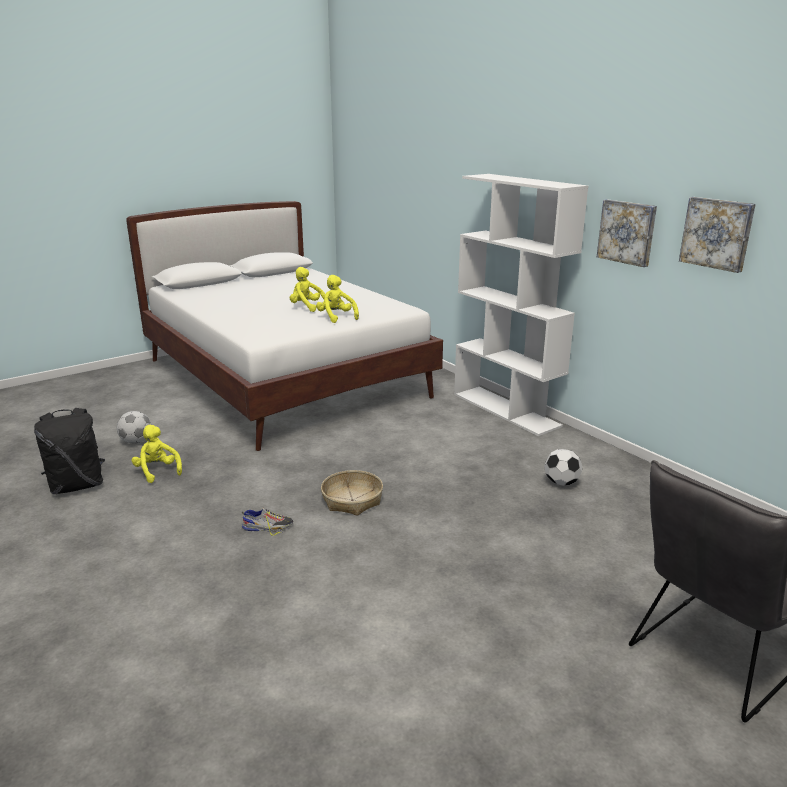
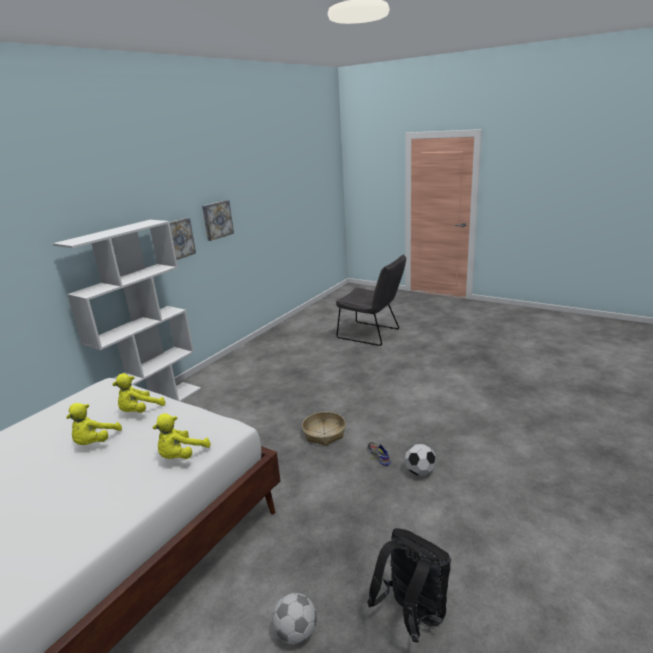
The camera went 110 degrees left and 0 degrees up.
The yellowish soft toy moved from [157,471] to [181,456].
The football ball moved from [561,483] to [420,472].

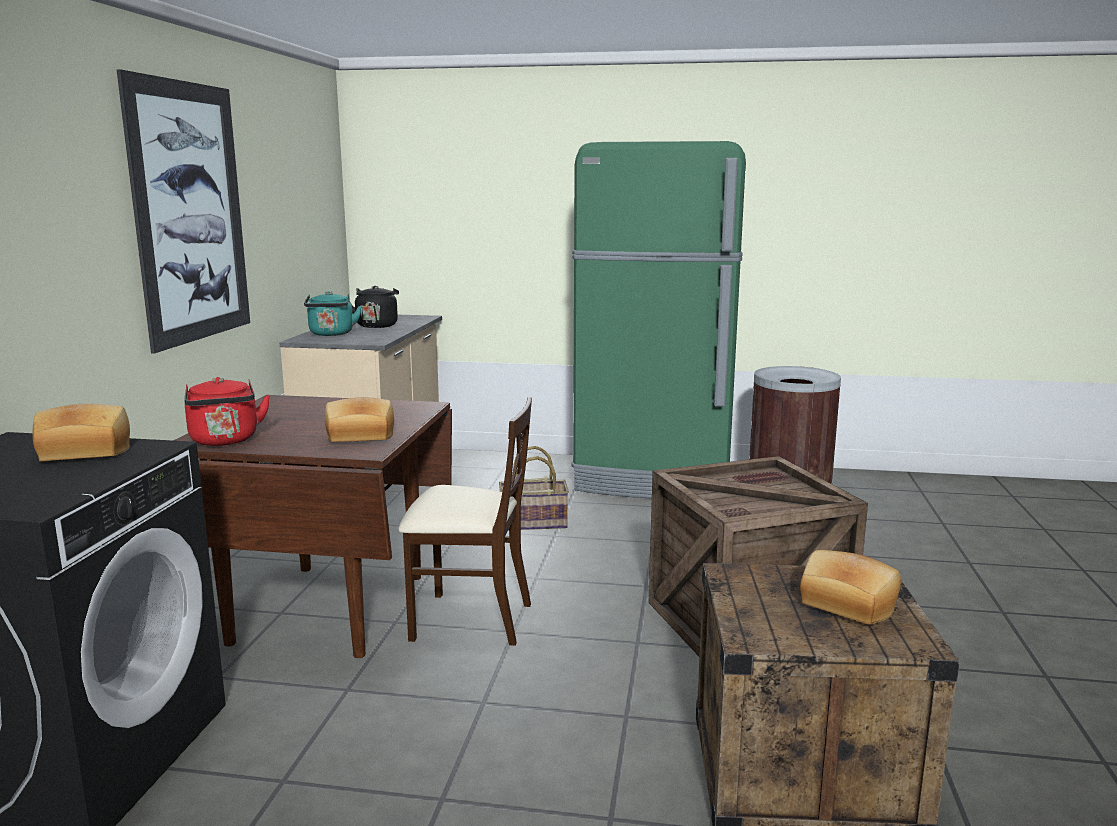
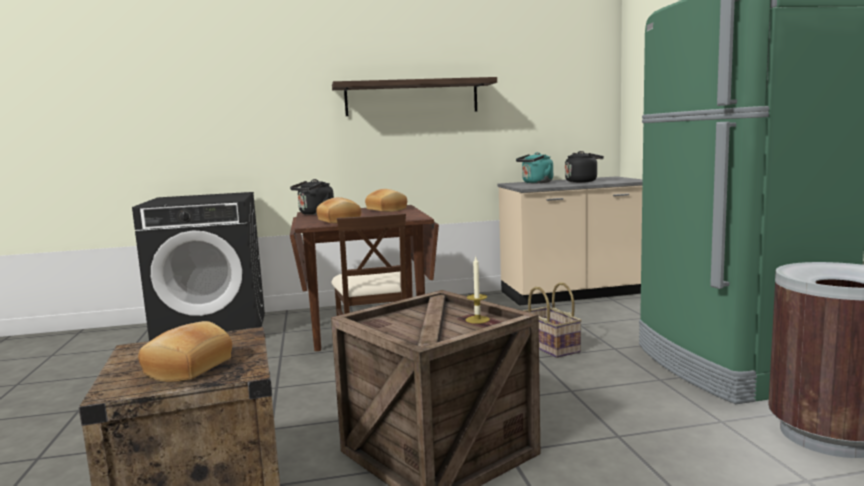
The camera went 70 degrees right and 5 degrees down.
The wall picture at [190,213] was replaced by the shelf at [411,98].
The red-coloured water kettle at [225,441] became the black-coloured water kettle at [315,214].
The baked bread moved from [86,451] to [387,210].
The wax candle at [477,319] appeared.

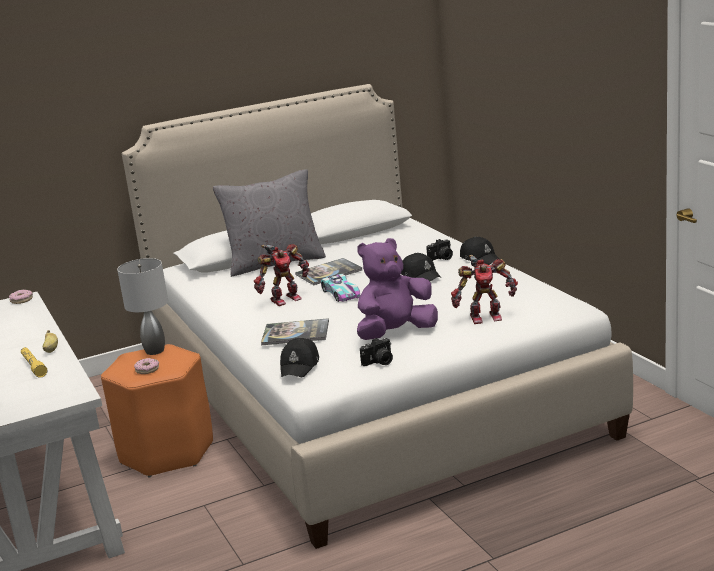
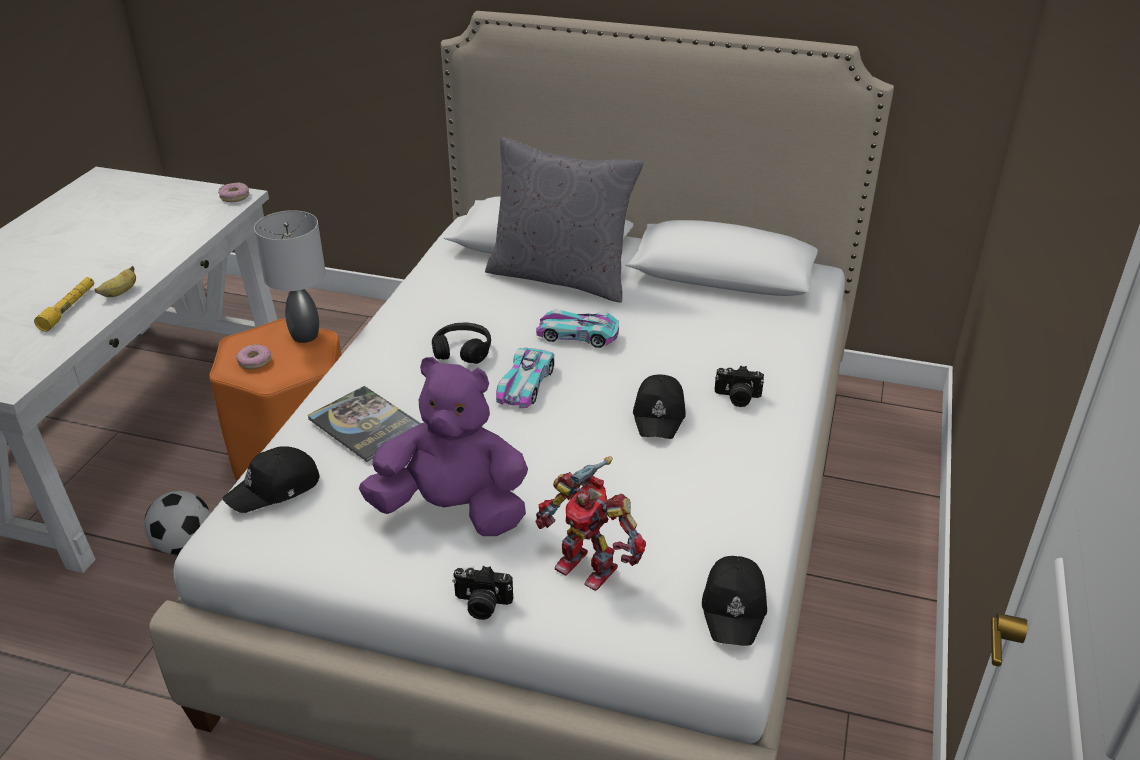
The camera went 40 degrees right and 15 degrees up.
The black-coloured cap moved from [480,258] to [735,607].
The model robot at [284,299] was replaced by the black-coloured headphones at [462,351].
The bound book at [329,273] was replaced by the model car at [577,335].
The photo camera moved from [379,362] to [481,605].
The football ball at [184,545] appeared.

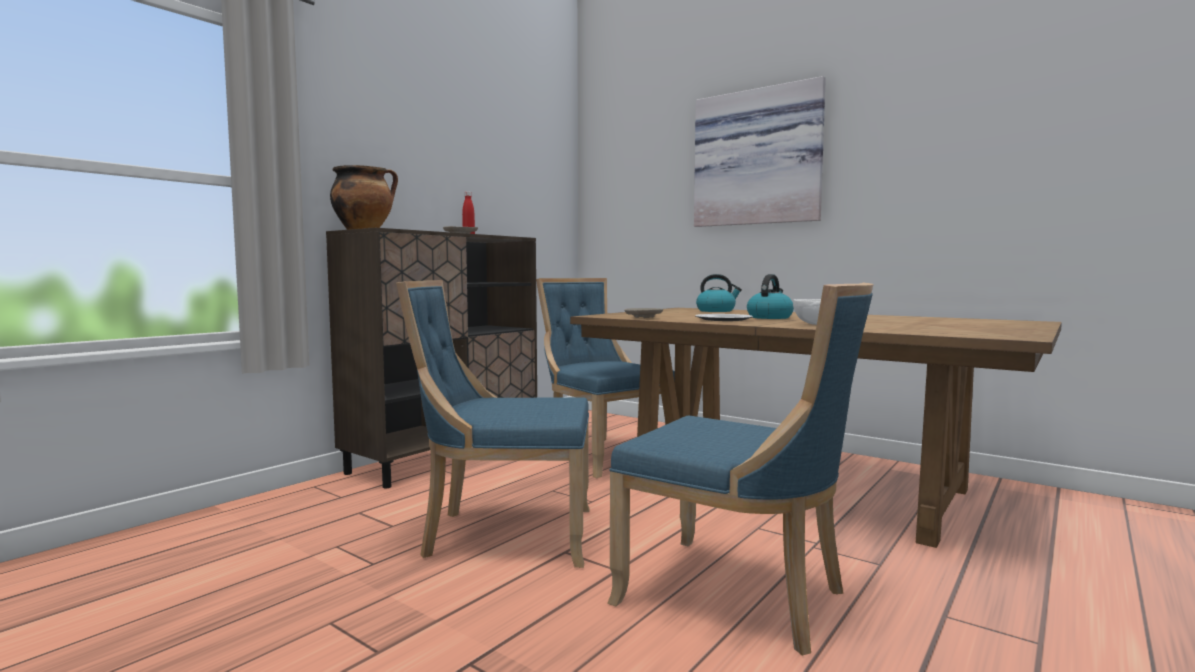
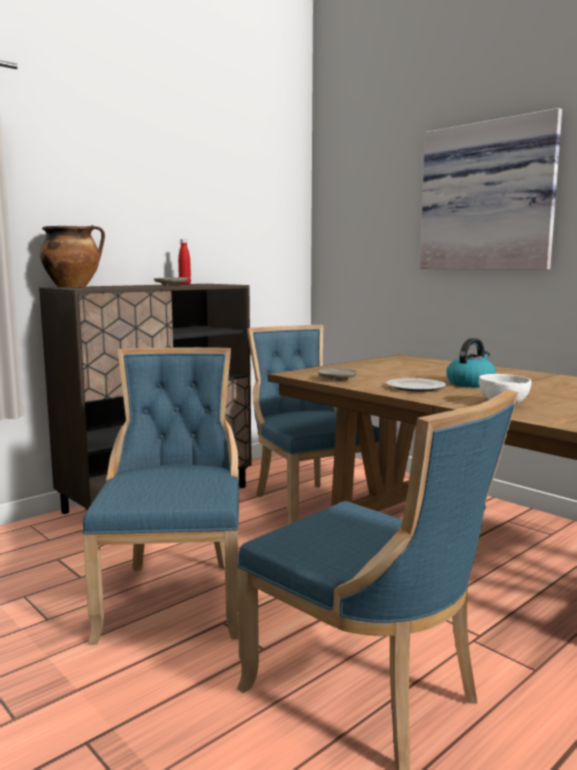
The camera went 10 degrees right and 5 degrees up.
The water kettle at [716,311] disappeared.
The blue-coloured chair at [503,535] turned 75 degrees clockwise.

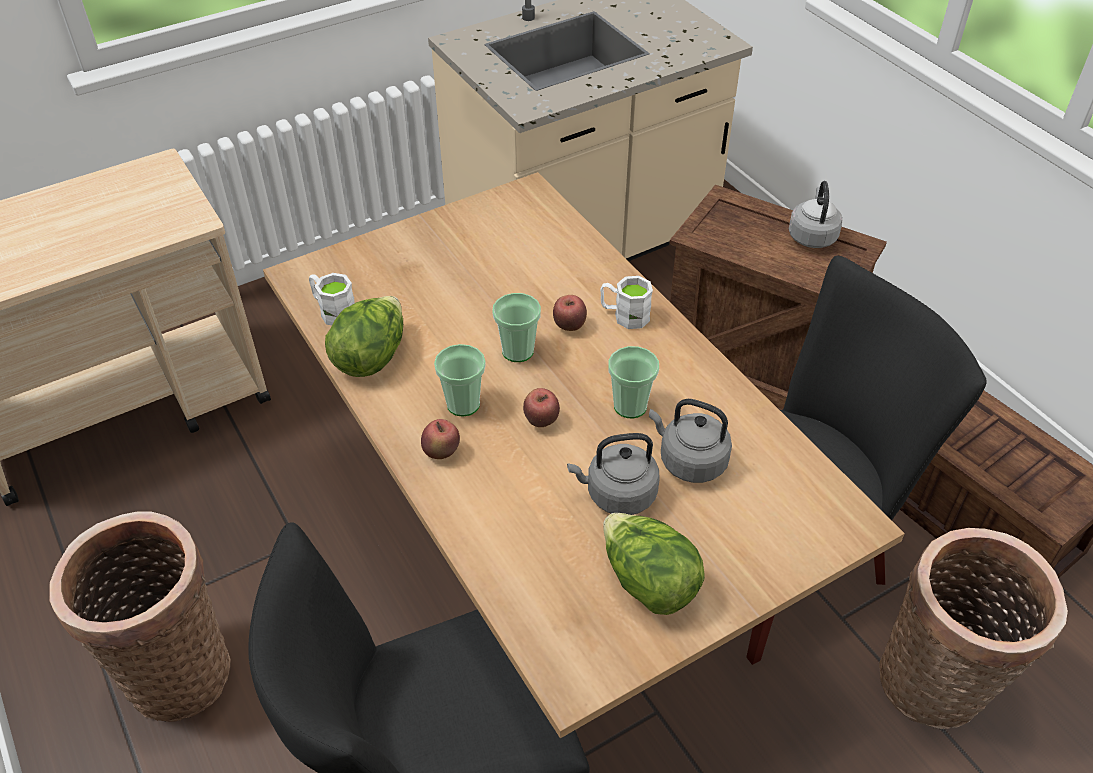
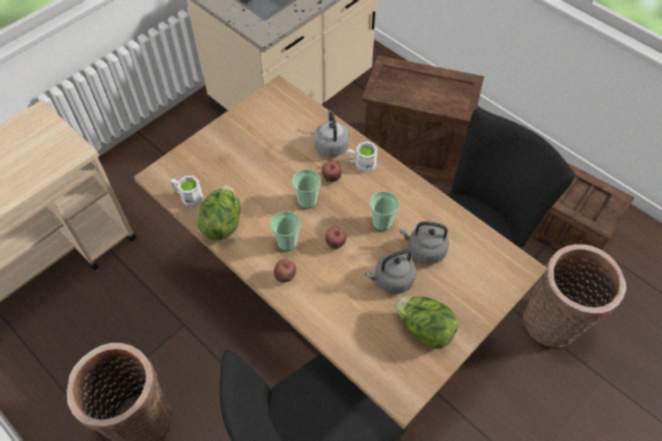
The camera went 15 degrees left and 10 degrees up.
The greyish water kettle moved from [812,235] to [331,144].

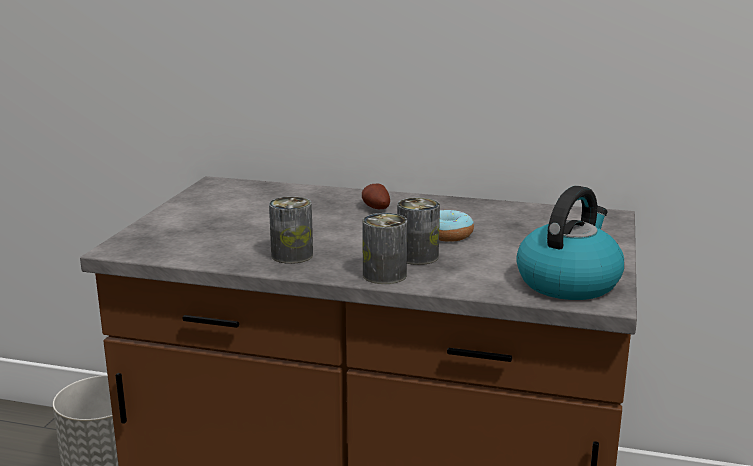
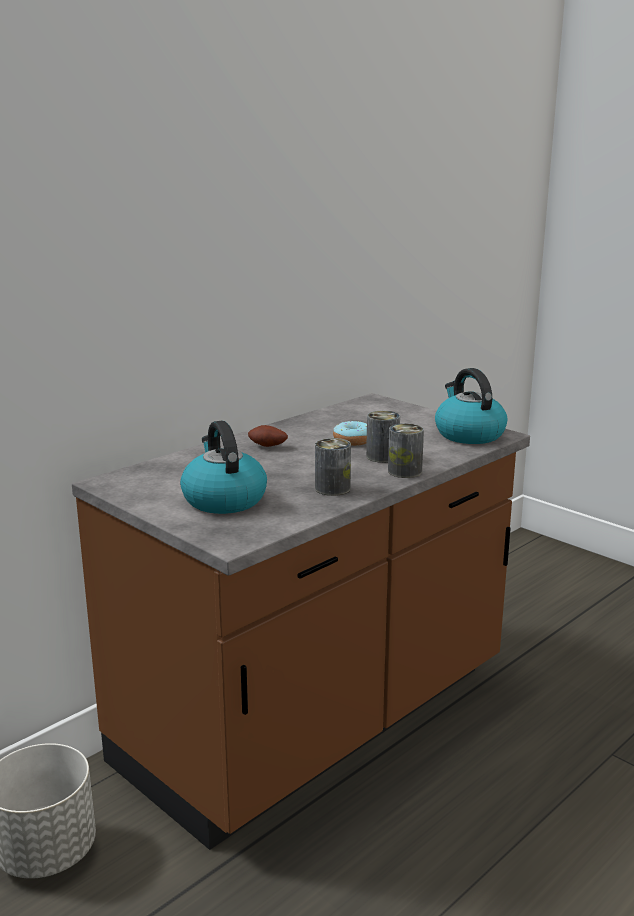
The camera went 60 degrees left and 0 degrees up.
The water kettle at [223,499] appeared.

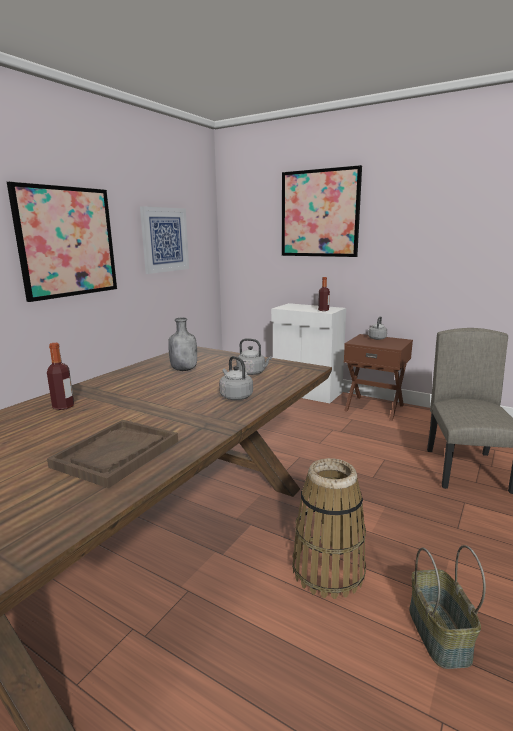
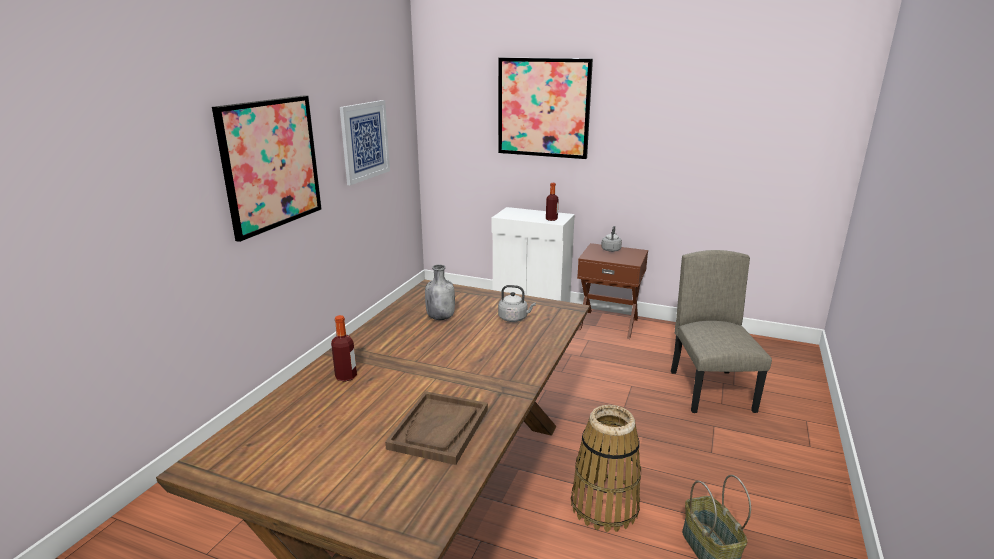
The camera went 10 degrees left and 5 degrees up.
The greyish water kettle at [235,396] disappeared.

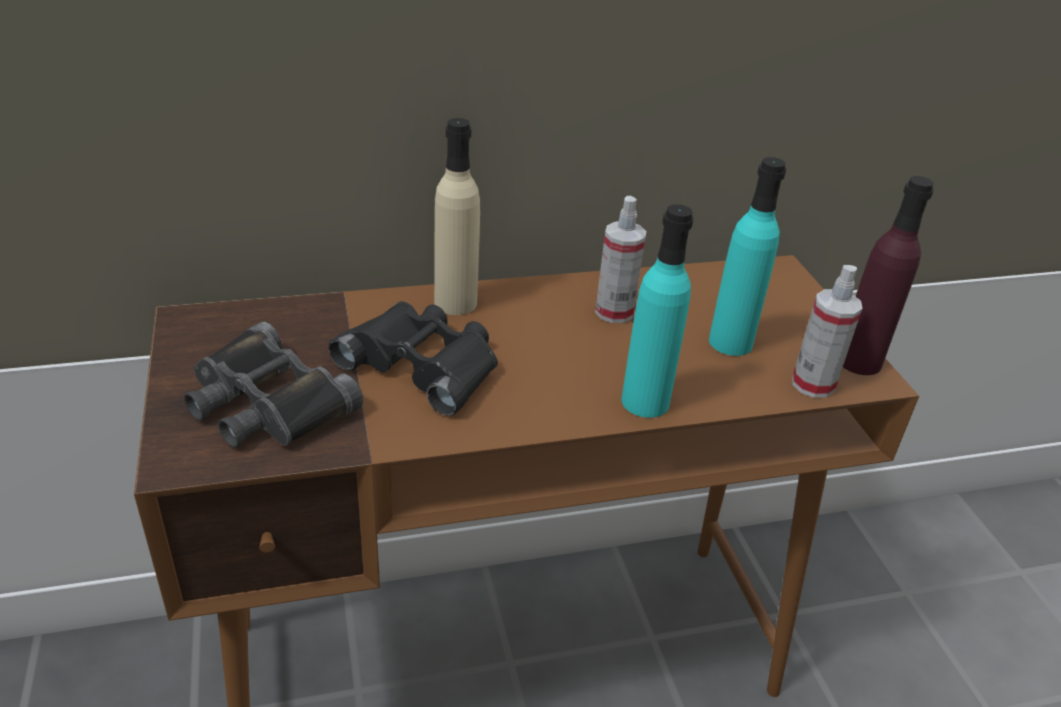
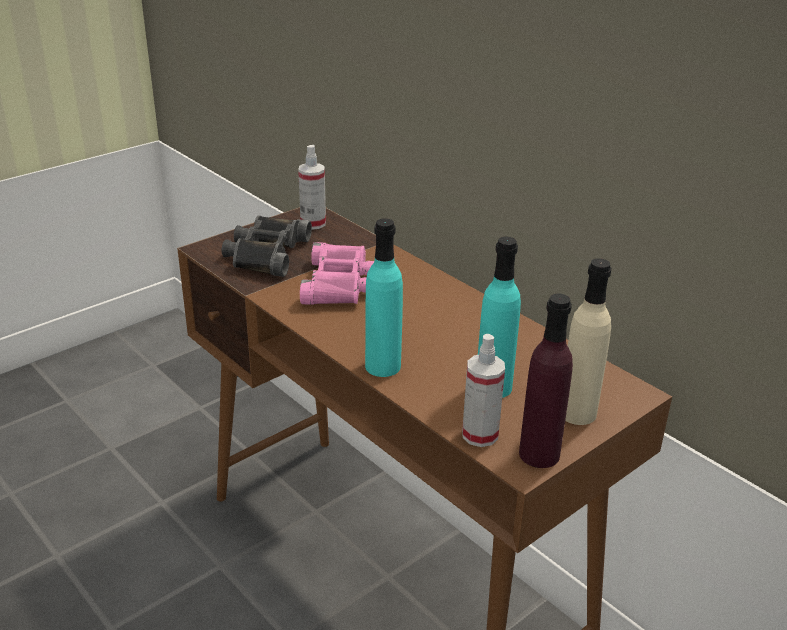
The camera went 65 degrees right and 5 degrees down.
The beige-coloured bottle moved from [455,303] to [577,413].
The sprayer moved from [614,312] to [313,223].
The black-coloured pair of binoculars at [423,364] became the pinkish pair of binoculars at [342,284].

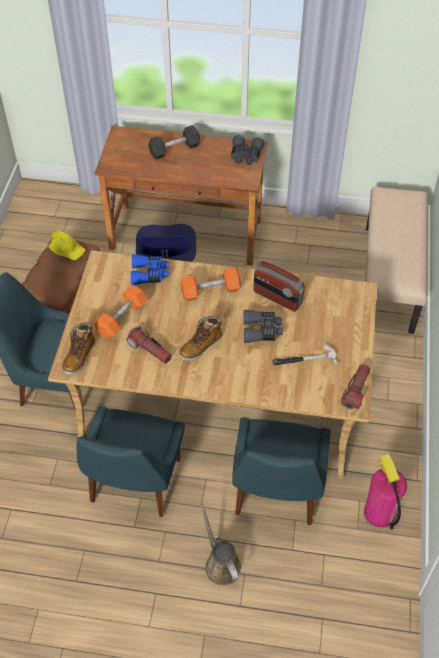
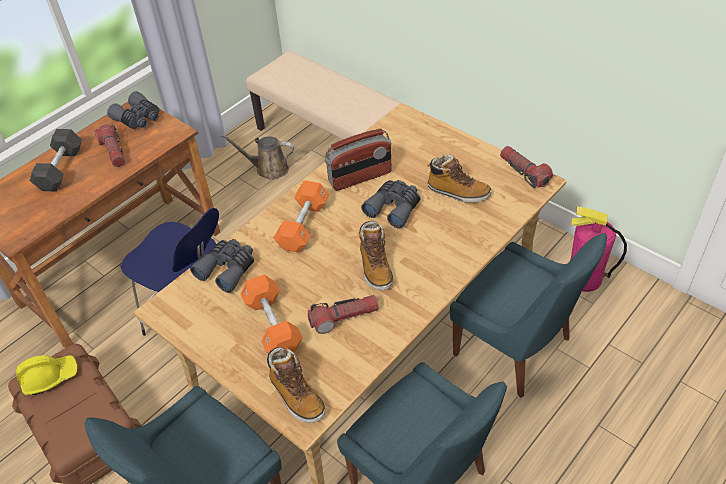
The camera went 55 degrees left and 5 degrees down.
The blue-coloured pair of binoculars at [149,274] became the greyish pair of binoculars at [228,269].
The hand hammer at [304,359] was replaced by the tall boot at [458,192].
The brownish watering pot moved from [221,564] to [269,168].
The flashlight at [113,151] appeared.

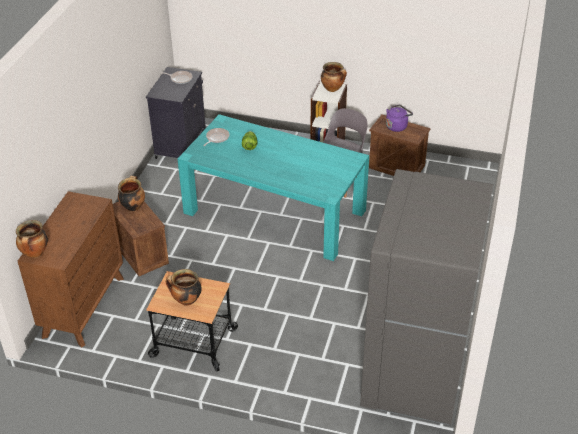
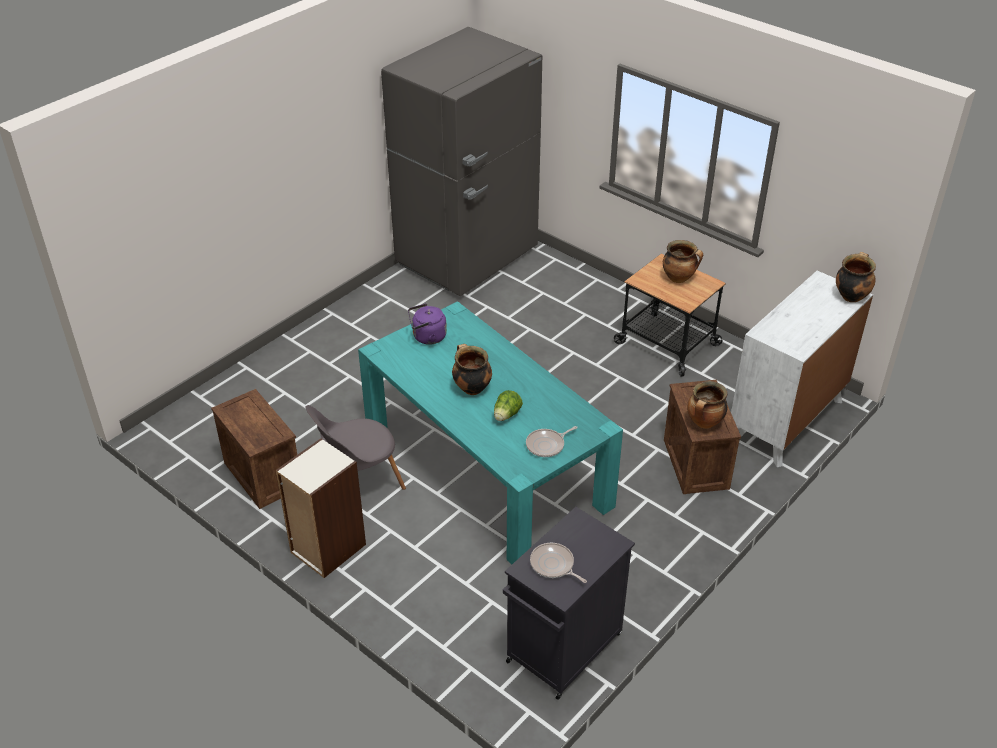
The camera went 155 degrees left and 0 degrees up.
The saucepot moved from [333,89] to [471,388].
The purple-coloured water kettle moved from [397,126] to [427,337].
The brownish chest of drawers at [83,306] became the whitish chest of drawers at [786,420].

